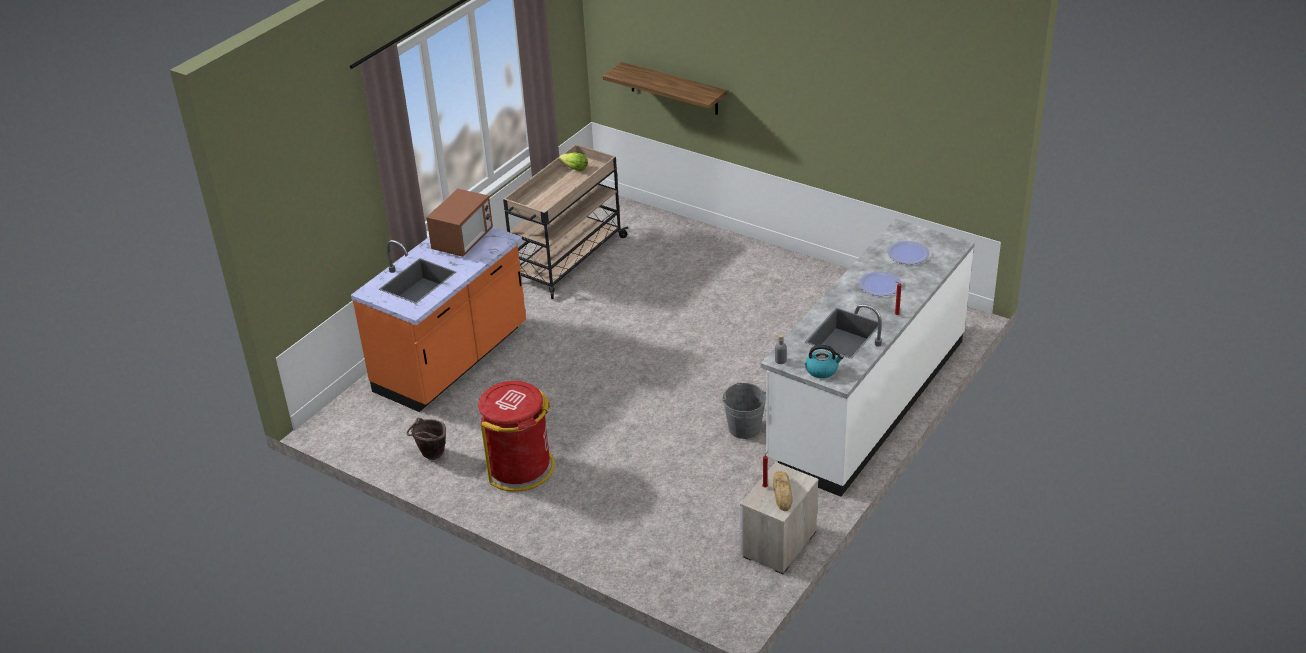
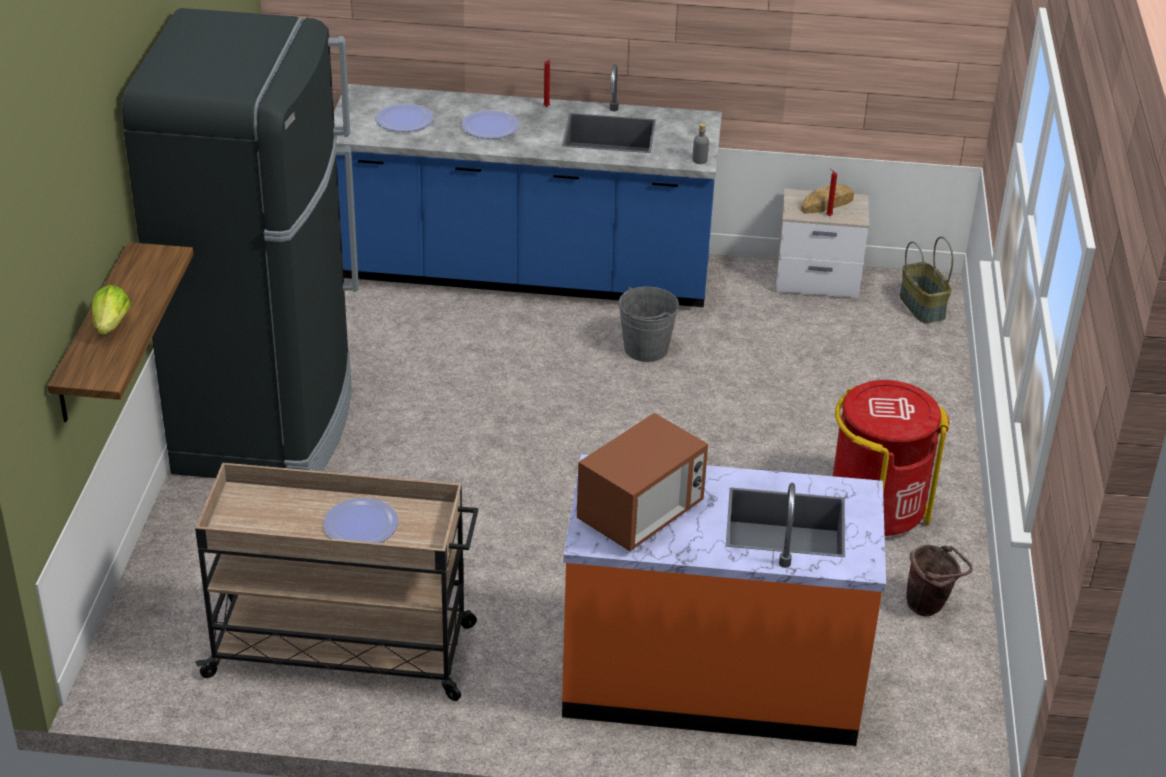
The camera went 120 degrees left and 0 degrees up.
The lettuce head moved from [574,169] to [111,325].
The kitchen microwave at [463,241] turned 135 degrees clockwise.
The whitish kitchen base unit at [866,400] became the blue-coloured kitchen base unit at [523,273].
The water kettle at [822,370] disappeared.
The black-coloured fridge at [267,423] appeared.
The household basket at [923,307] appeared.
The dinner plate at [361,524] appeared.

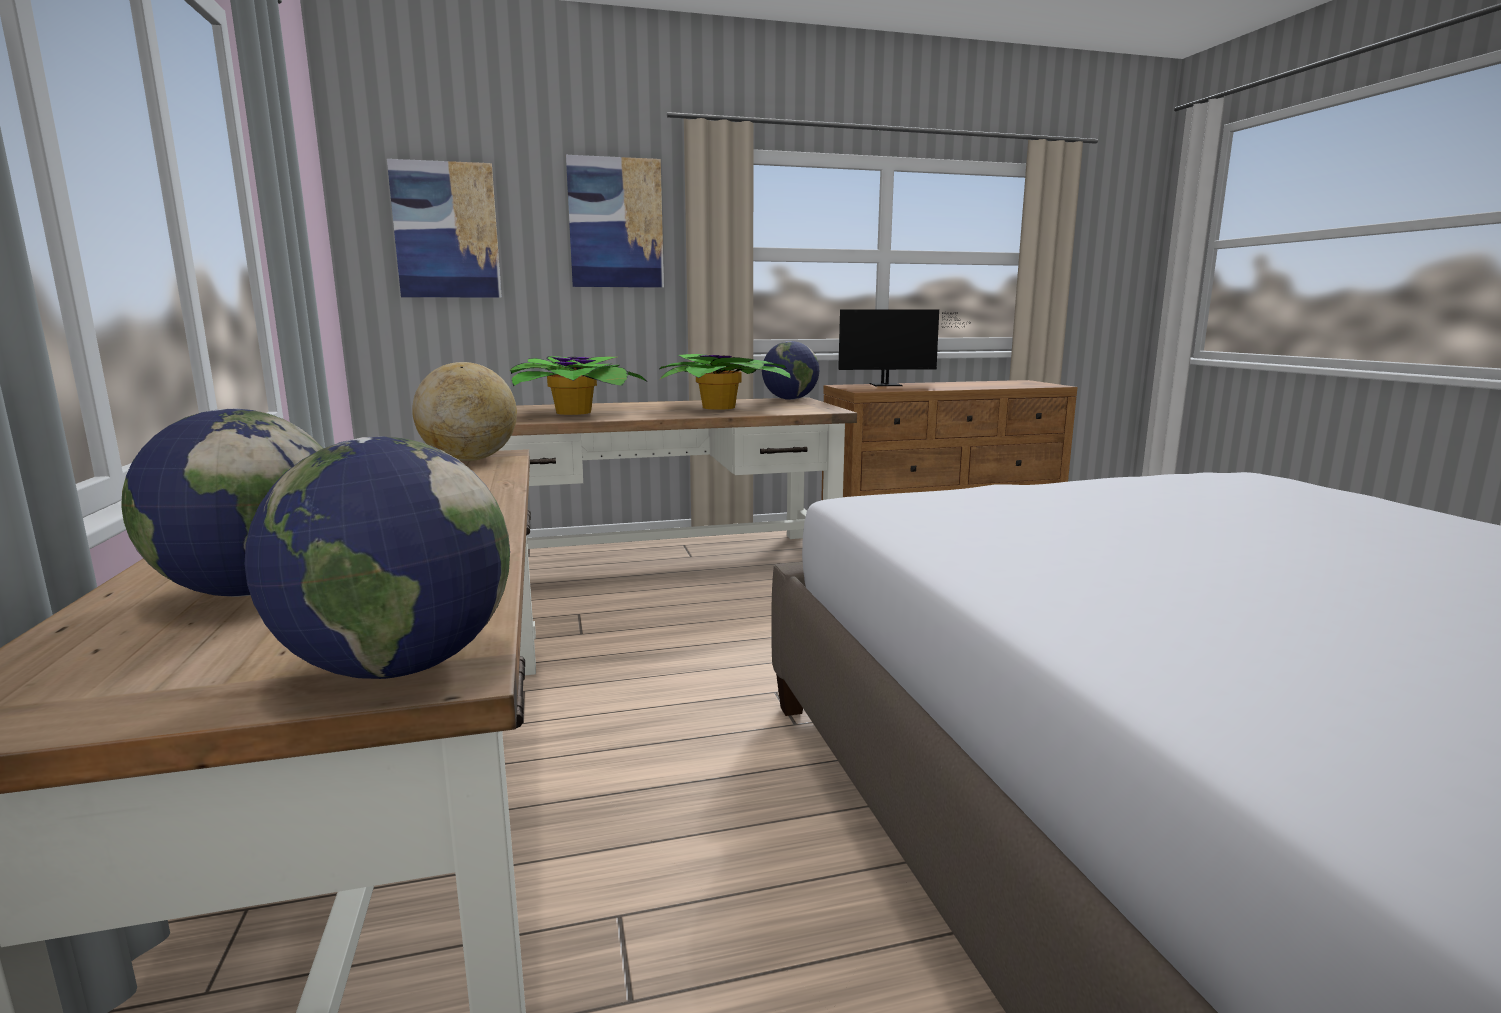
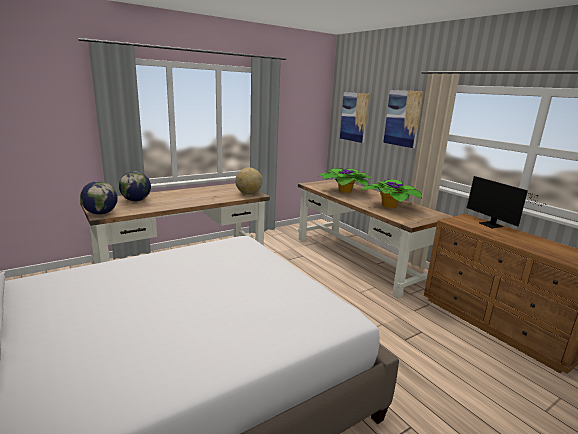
The camera went 70 degrees right and 5 degrees up.
The world globe at [790,399] disappeared.

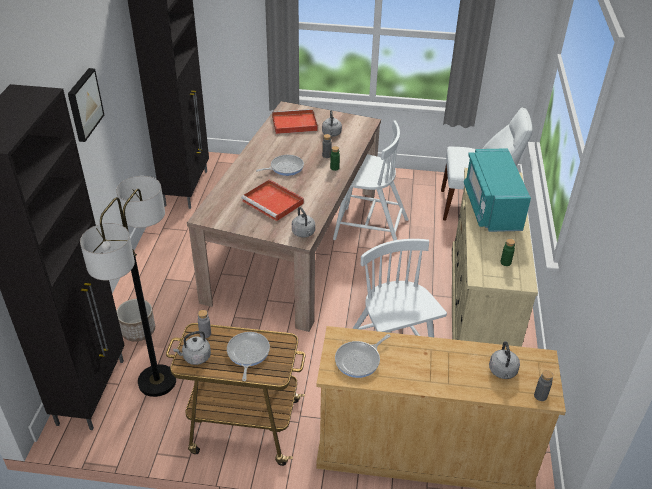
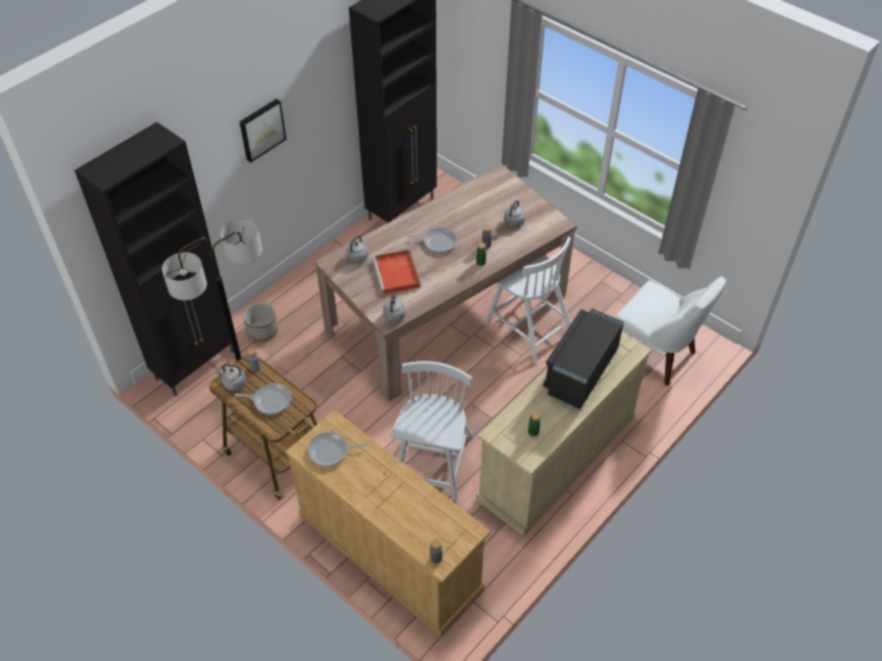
The camera went 35 degrees right and 10 degrees up.
The red-coloured serving tray at [293,123] disappeared.
The turquoise kitchen microwave at [491,207] became the black-coloured kitchen microwave at [580,372].
The pan at [247,354] turned 60 degrees clockwise.
The greyish water kettle moved from [503,372] to [357,258].

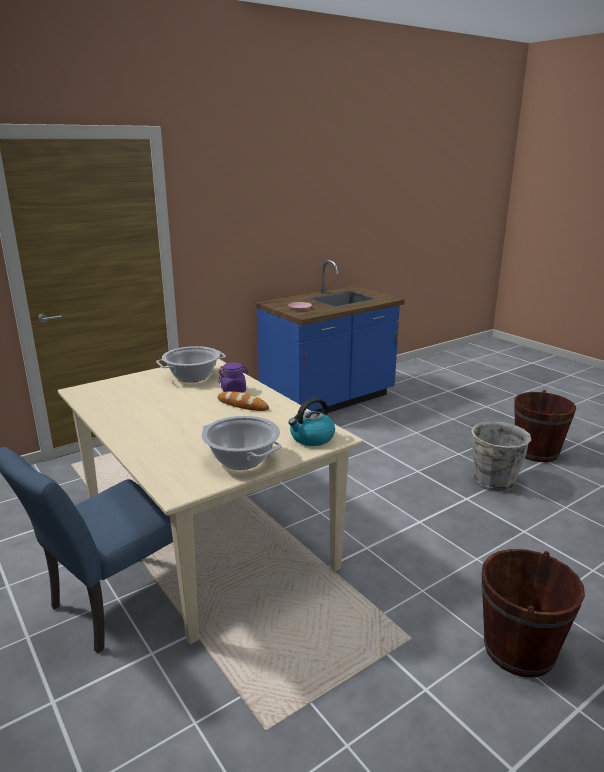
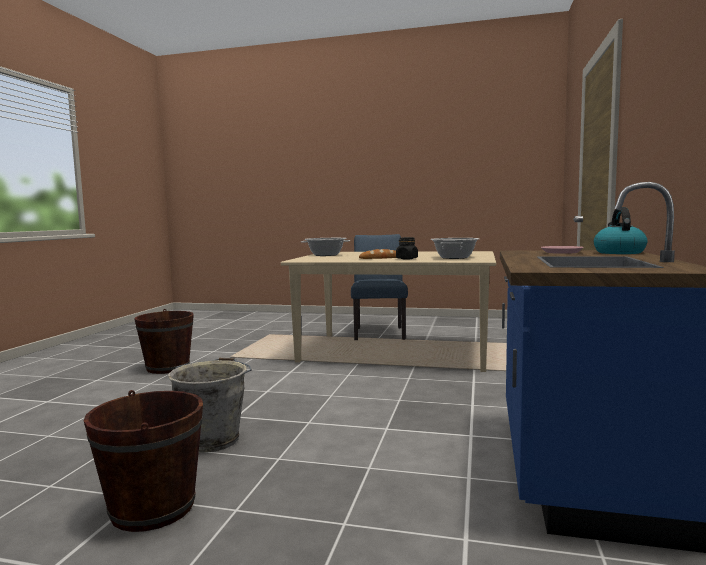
The camera went 140 degrees right and 15 degrees down.
The purple-coloured jar at [233,390] became the black-coloured jar at [407,259].
The water kettle moved from [311,438] to [618,252].

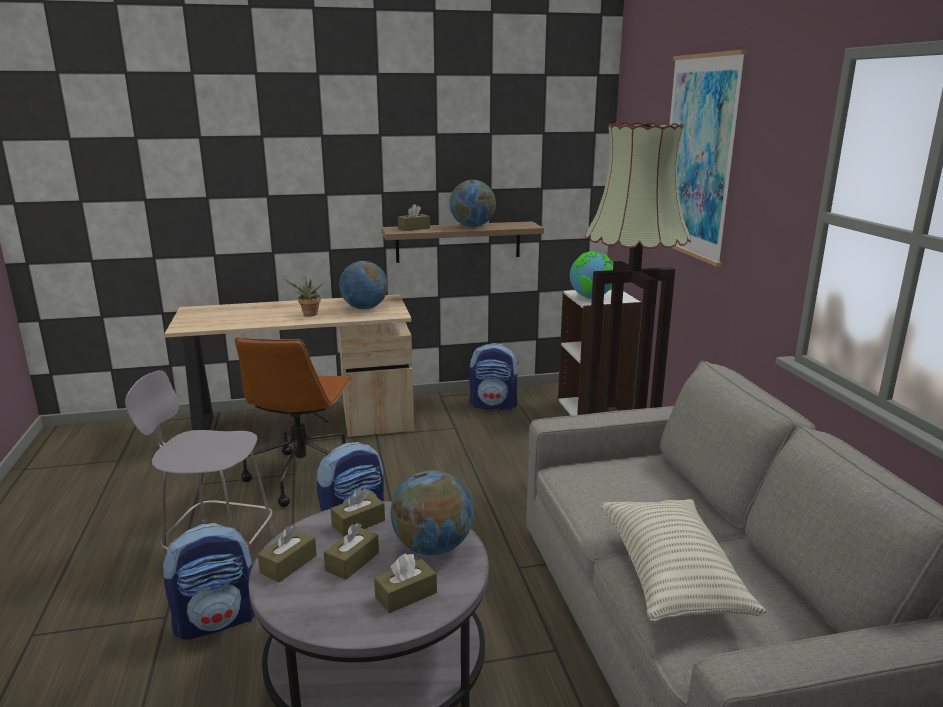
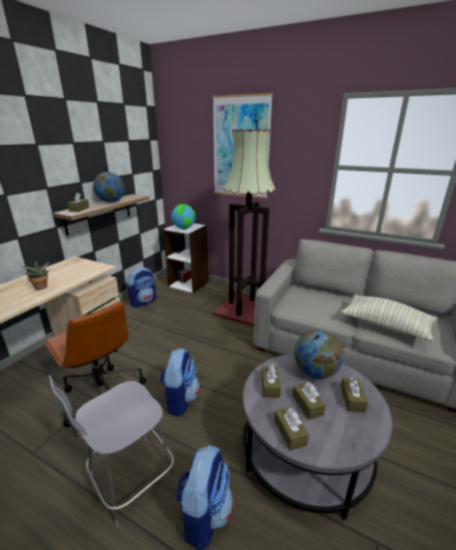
The camera went 50 degrees left and 5 degrees up.
The world globe at [364,308] disappeared.

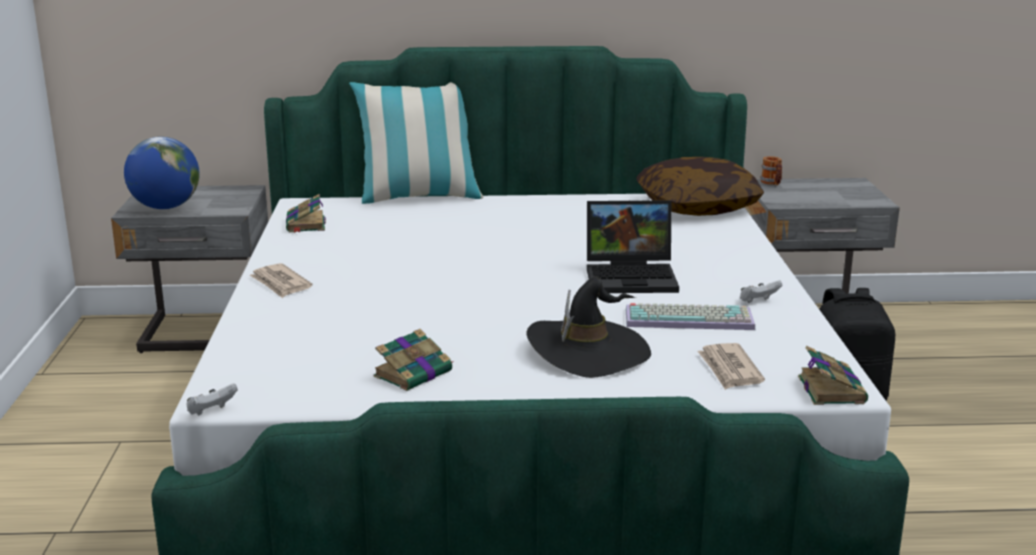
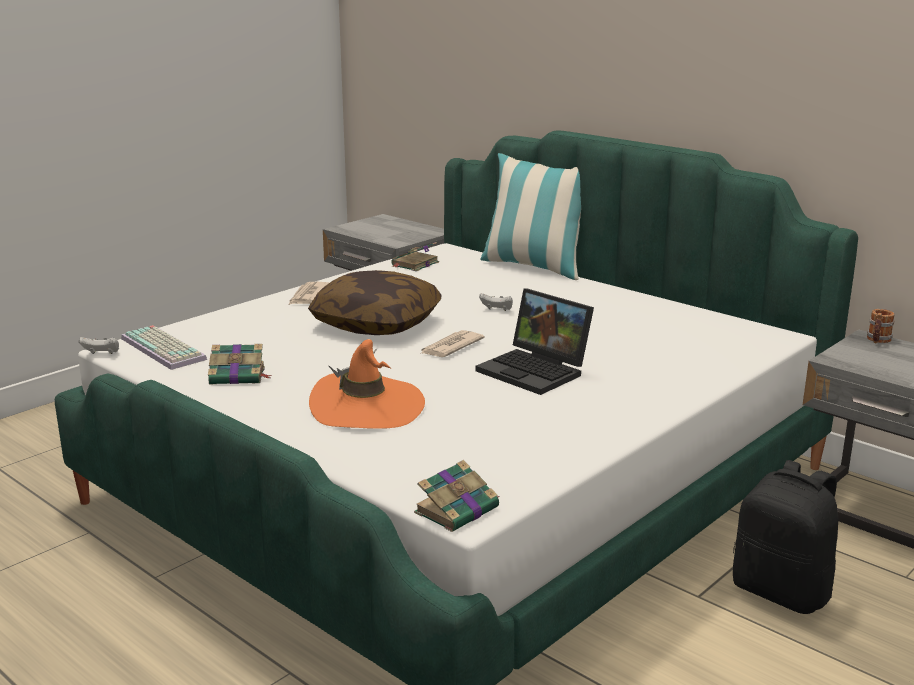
The camera went 45 degrees right and 0 degrees up.
The world globe at [166,207] disappeared.
The cushion moved from [697,206] to [376,323].
The black-coloured wearable hat at [588,351] became the orange wearable hat at [367,407].
The whitish gamepad moved from [758,301] to [497,310].
The keyboard moved from [690,318] to [165,349].
The newspaper moved from [729,369] to [450,347].

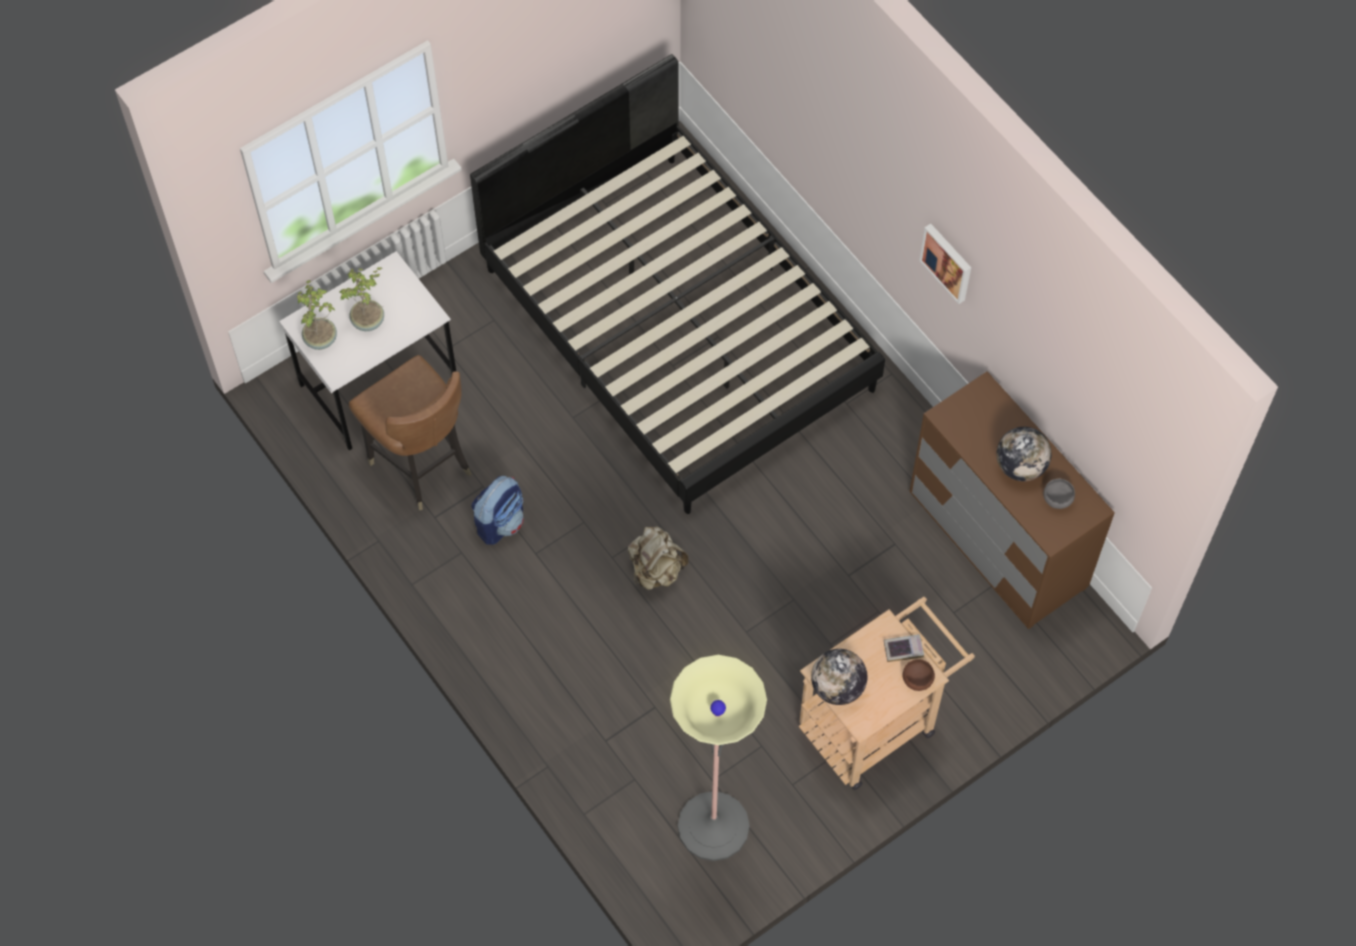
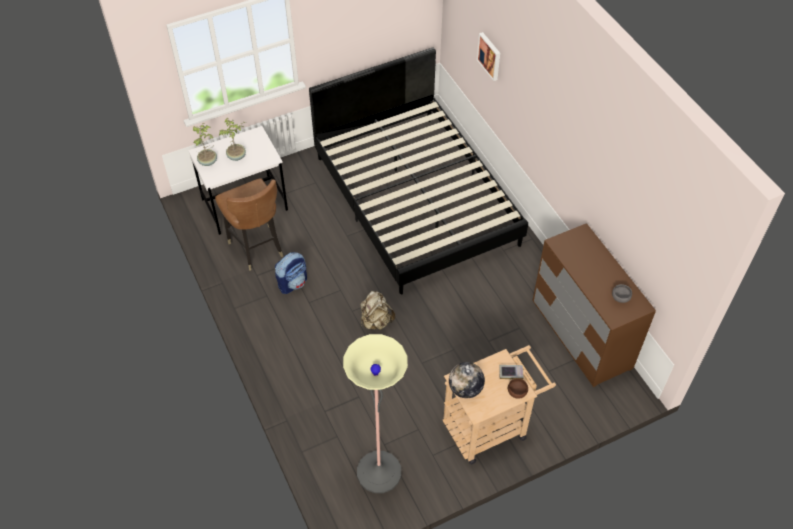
The camera went 10 degrees right and 10 degrees down.
The wall picture moved from [948,262] to [490,56].
The world globe at [1020,466] disappeared.

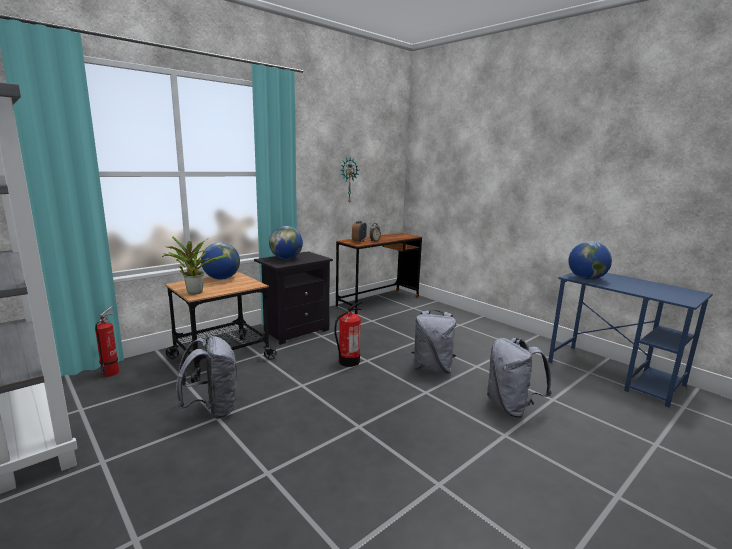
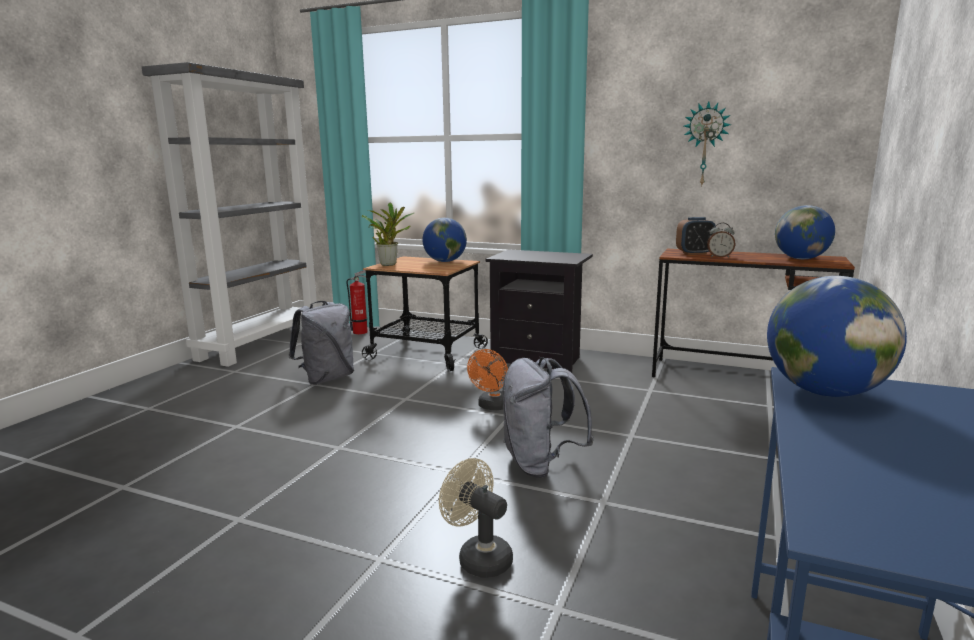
The camera went 65 degrees right and 0 degrees up.
The world globe moved from [286,258] to [801,259].
The fire extinguisher at [348,361] was replaced by the orange fan at [492,407].
The greyish backpack at [511,407] was replaced by the beige-coloured fan at [478,557].

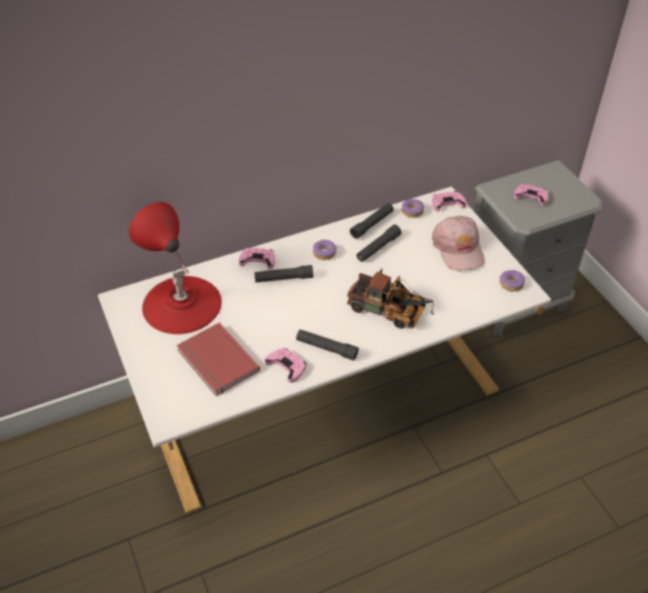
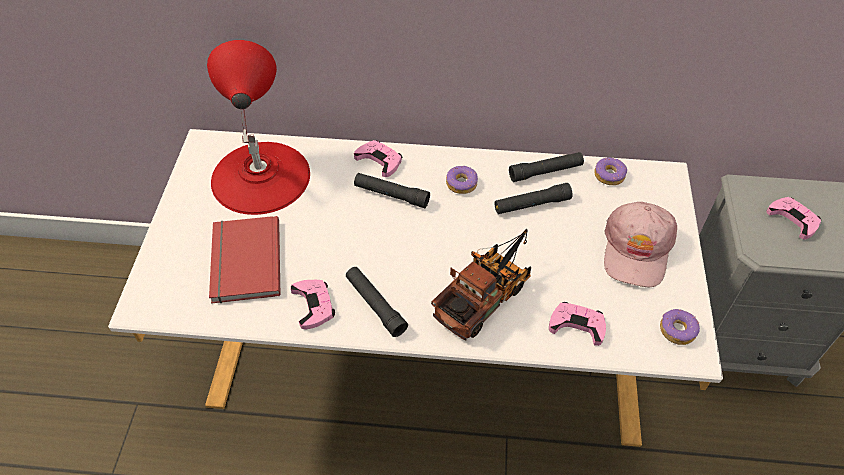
The camera went 30 degrees right and 5 degrees up.
The pinkish gamepad moved from [447,203] to [577,325].
The toy truck at [390,312] turned 105 degrees counterclockwise.

